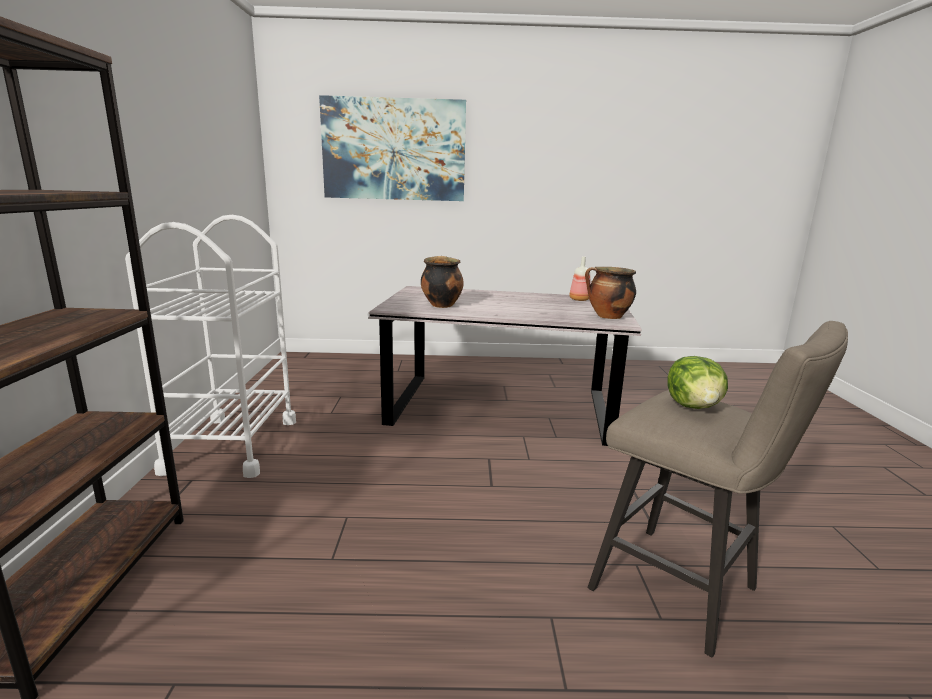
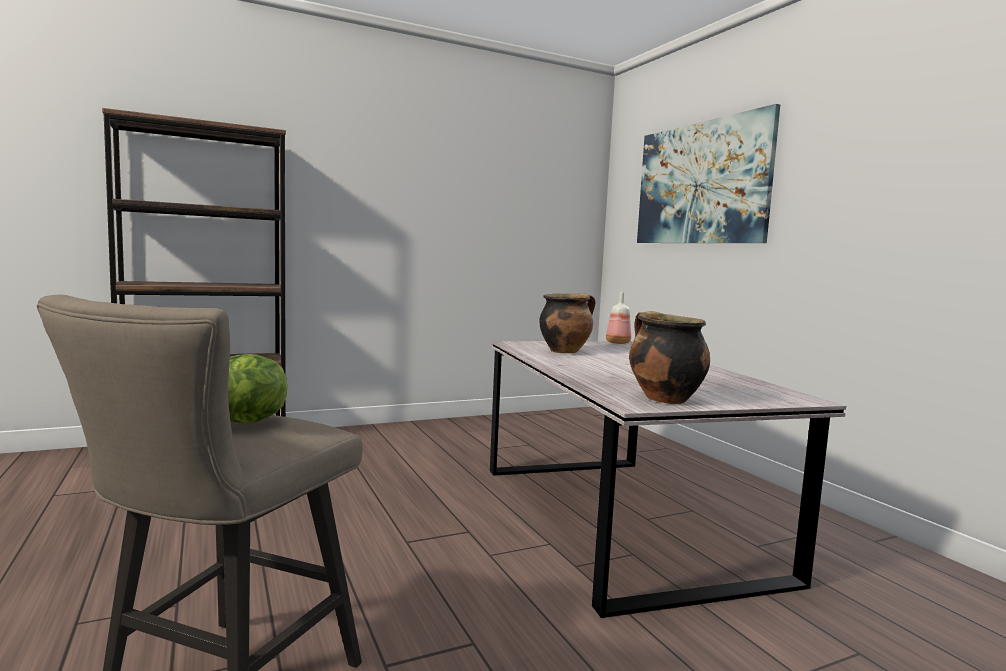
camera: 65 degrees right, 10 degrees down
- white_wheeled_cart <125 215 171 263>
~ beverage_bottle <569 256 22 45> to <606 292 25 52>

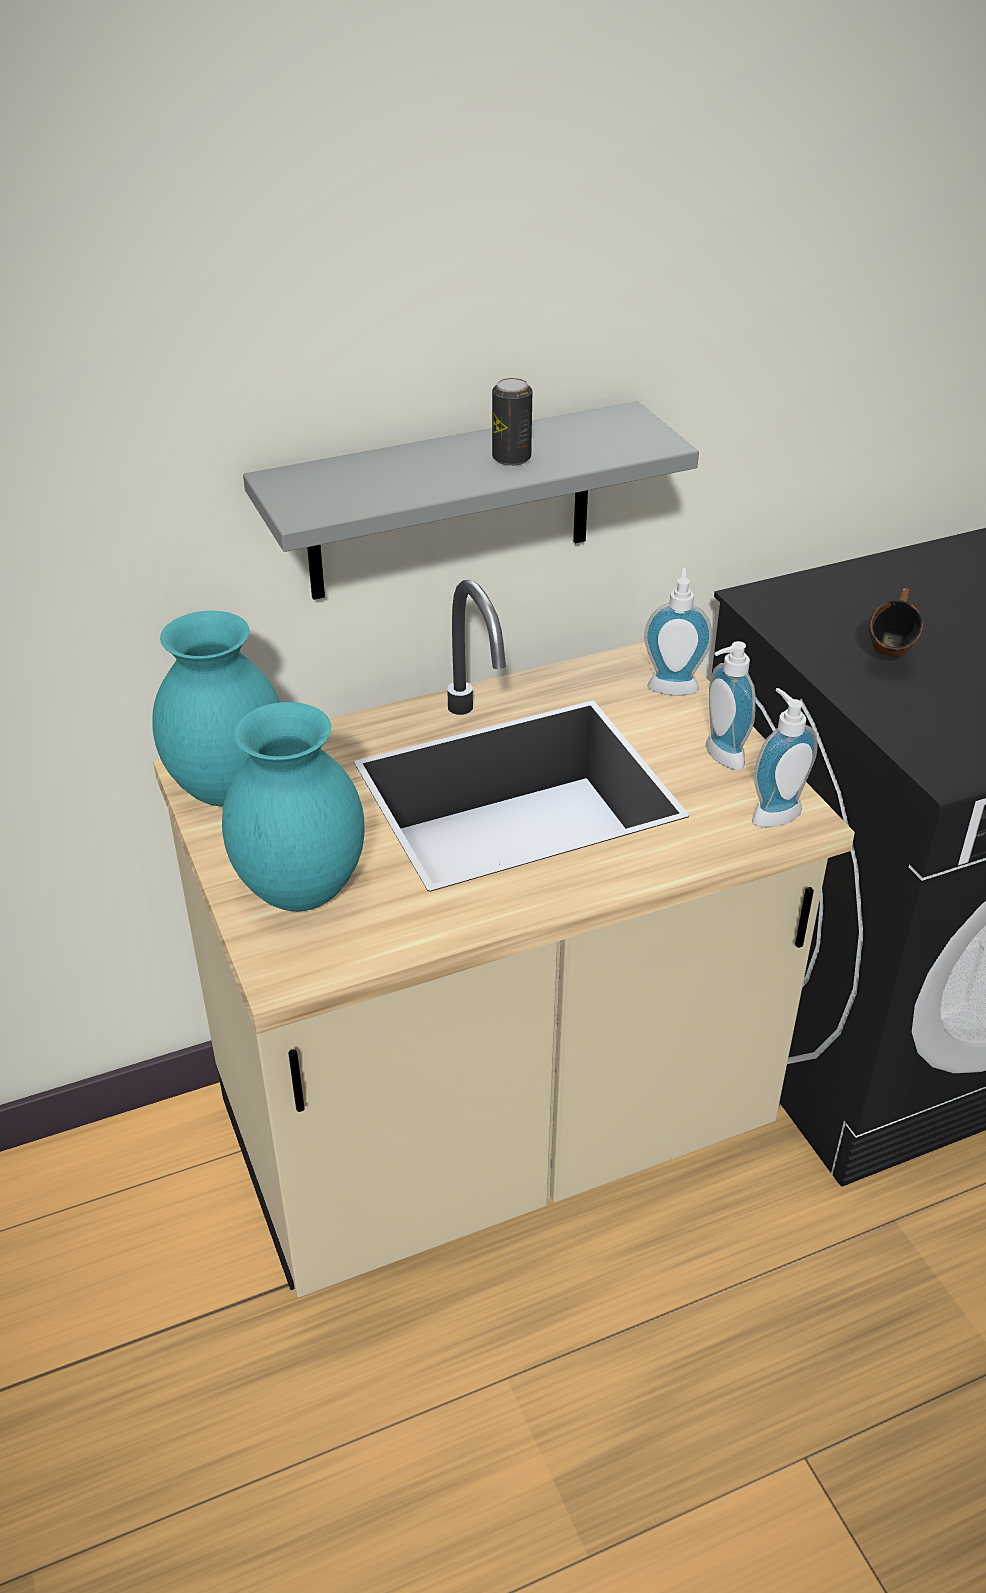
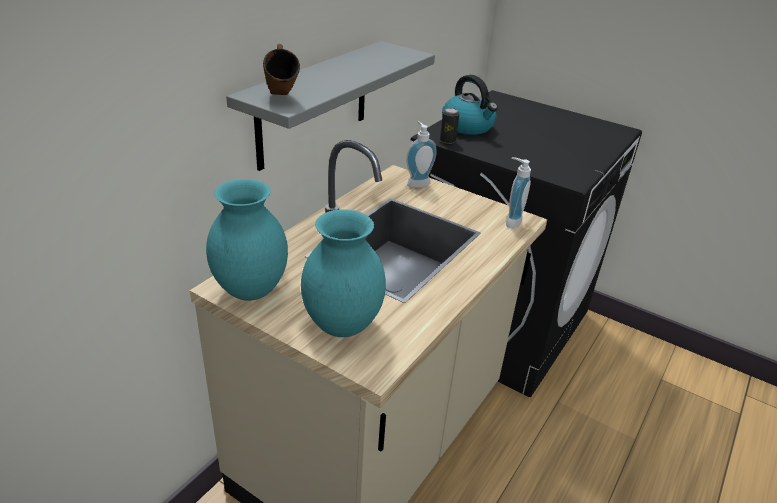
camera: 35 degrees left, 5 degrees down
~ sealed_can <492 378 41 88> to <440 108 20 36>
~ brown_mug <869 588 54 70> to <263 44 37 51>
- liquid_soap_bottle <705 641 51 129>
+ tea_kettle <442 75 56 60>

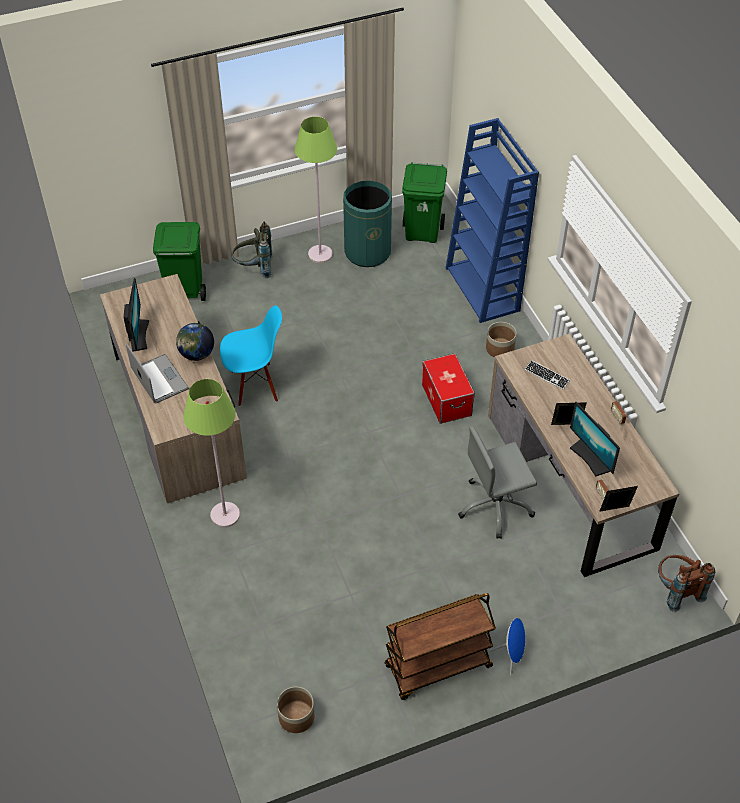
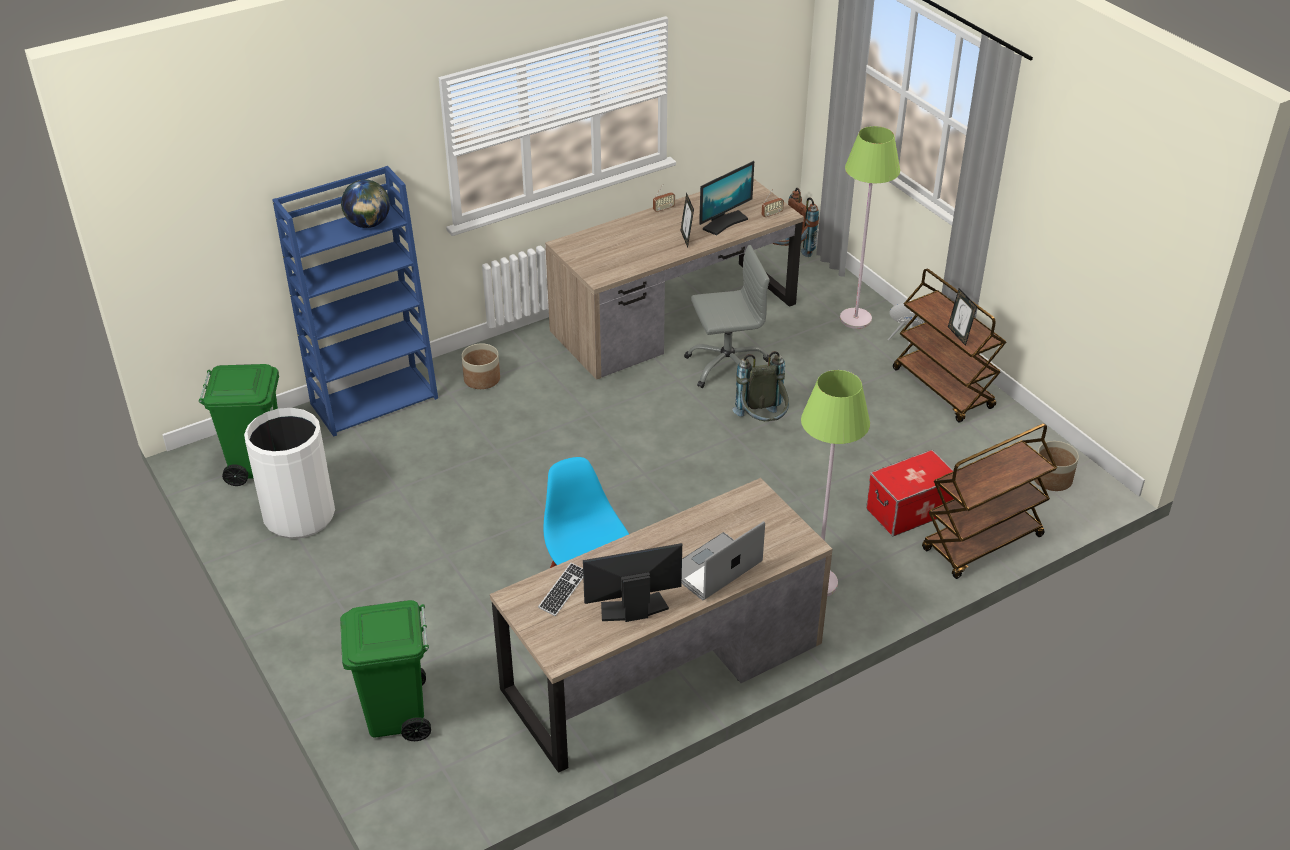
camera: 100 degrees left, 10 degrees down
~ green-coloured_standard_lamp <295 116 42 147> to <840 126 60 203>
~ green-coloured_trash_can <343 181 49 86> to white_trash_can <244 408 91 131>
~ grey_knapsack <231 222 41 56> to <732 351 57 70>
~ world_globe <176 323 38 38> to <341 180 49 48>
~ storage_box <422 353 53 71> to <866 450 88 87>
~ computer_keyboard <525 360 45 30> to <538 563 45 53>
~ grey_office_chair <458 426 79 113> = <684 245 87 143> 75 degrees counterclockwise
~ standing_frame <599 486 39 26> to <948 288 29 58>
+ brown_wheeled_cart <922 424 135 155>

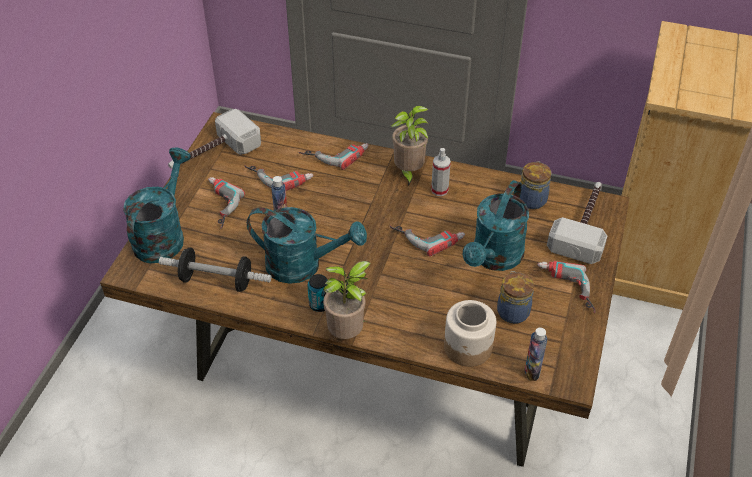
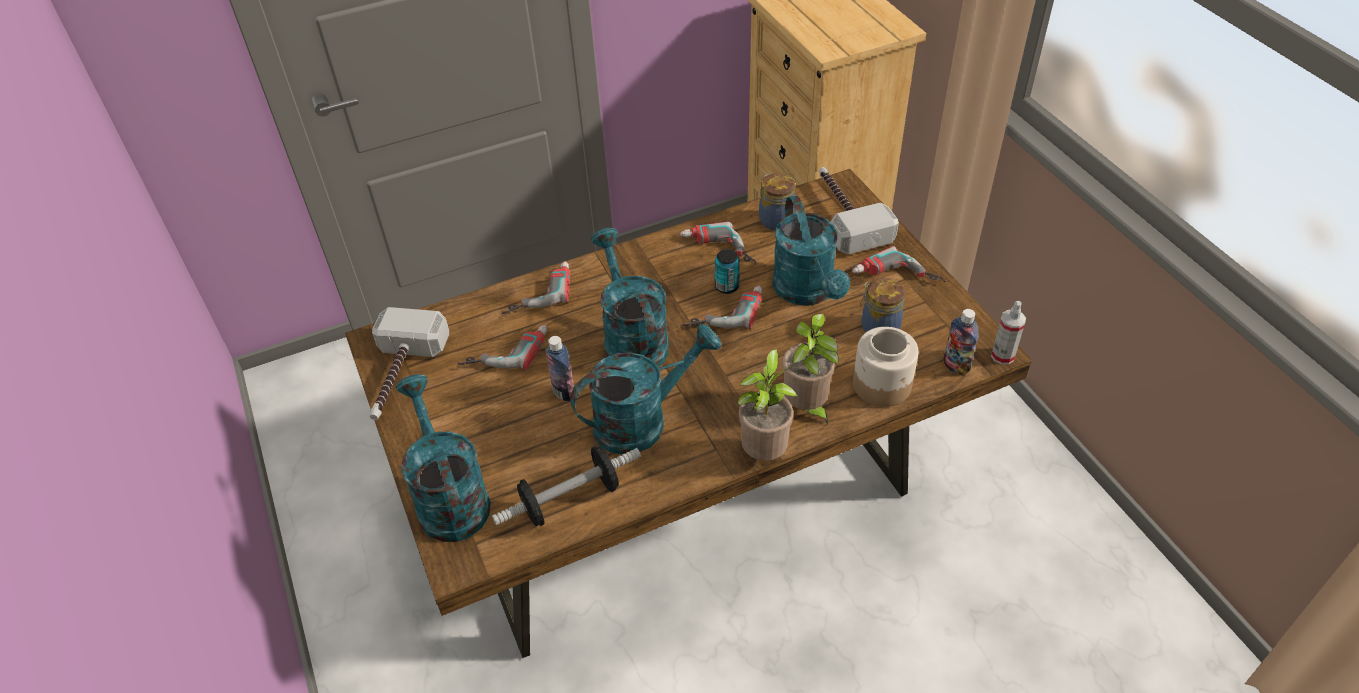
camera: 40 degrees left, 0 degrees up
~ potted_plant <391 106 38 80> to <782 314 57 111>
~ sprayer <431 148 20 48> to <991 301 35 64>
~ power_drill <208 177 37 52> to <680 221 76 44>
~ sealed_can <307 274 20 38> to <715 249 25 45>
+ blue-green_watering_pot <591 228 78 139>

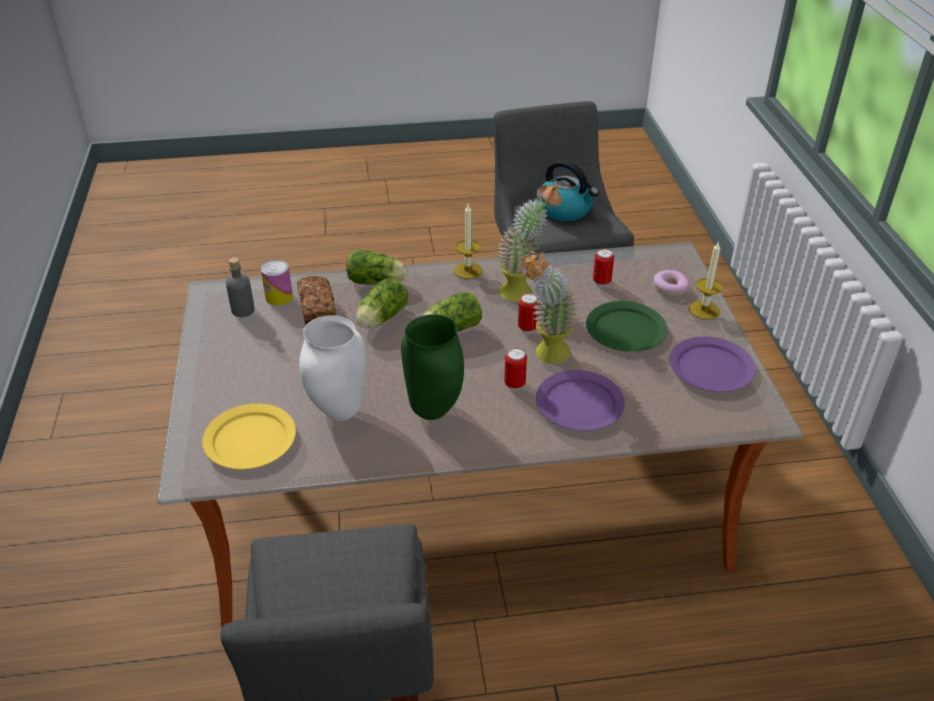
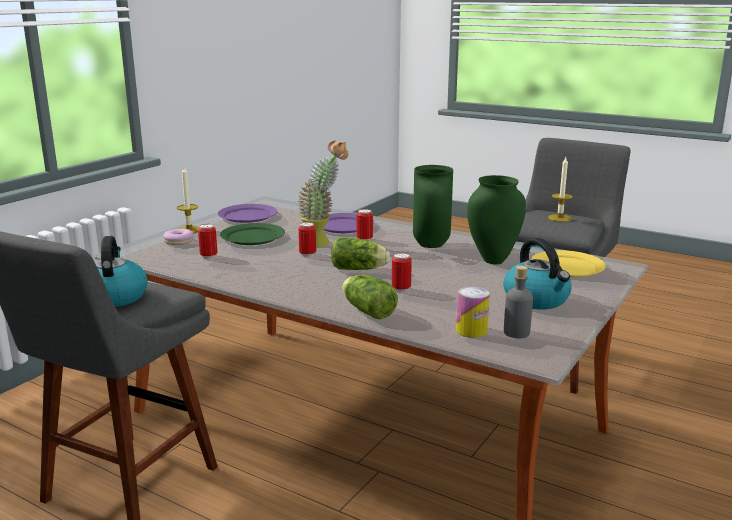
camera: 140 degrees left, 20 degrees down
- potted_plant <497 184 65 118>
~ candle <454 204 29 75> to <548 157 24 65>
- bread <297 276 40 49>
~ head_of_lettuce <356 279 52 49> to sealed_can <392 253 20 40>
~ white_vase <299 315 67 106> to green-coloured_vase <467 175 59 90>
+ tea_kettle <504 238 68 72>

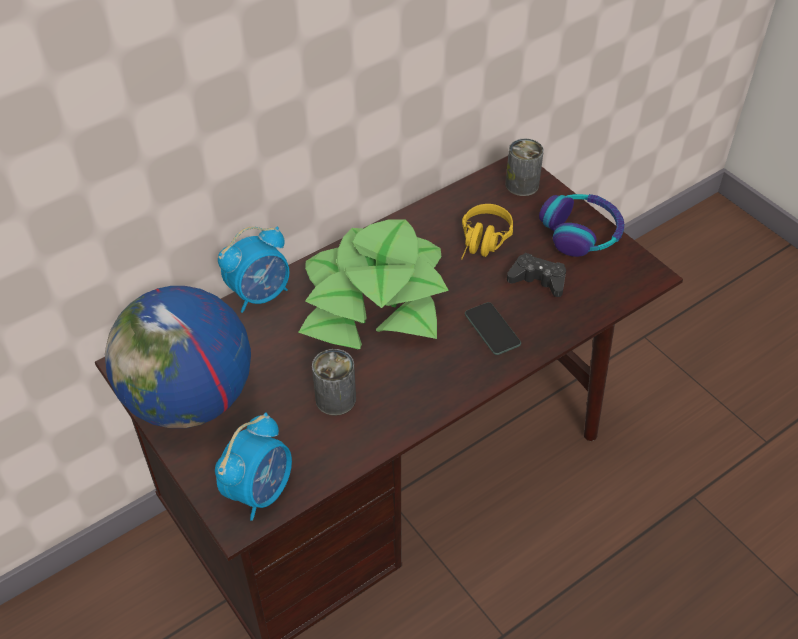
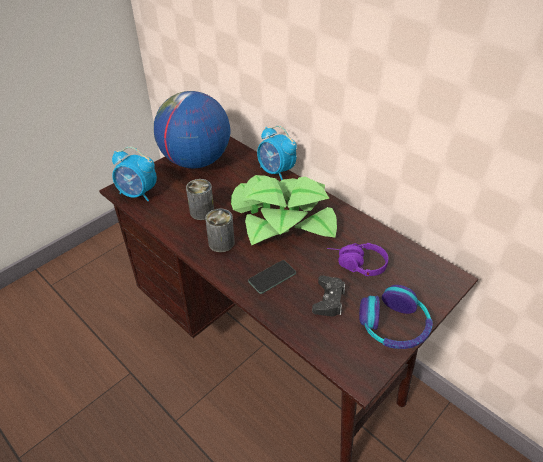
camera: 80 degrees right, 5 degrees down
~ sealed_can <505 139 39 57> to <205 209 29 43>
~ yellow_headset <461 204 52 55> to purple-coloured_headset <327 243 61 33>

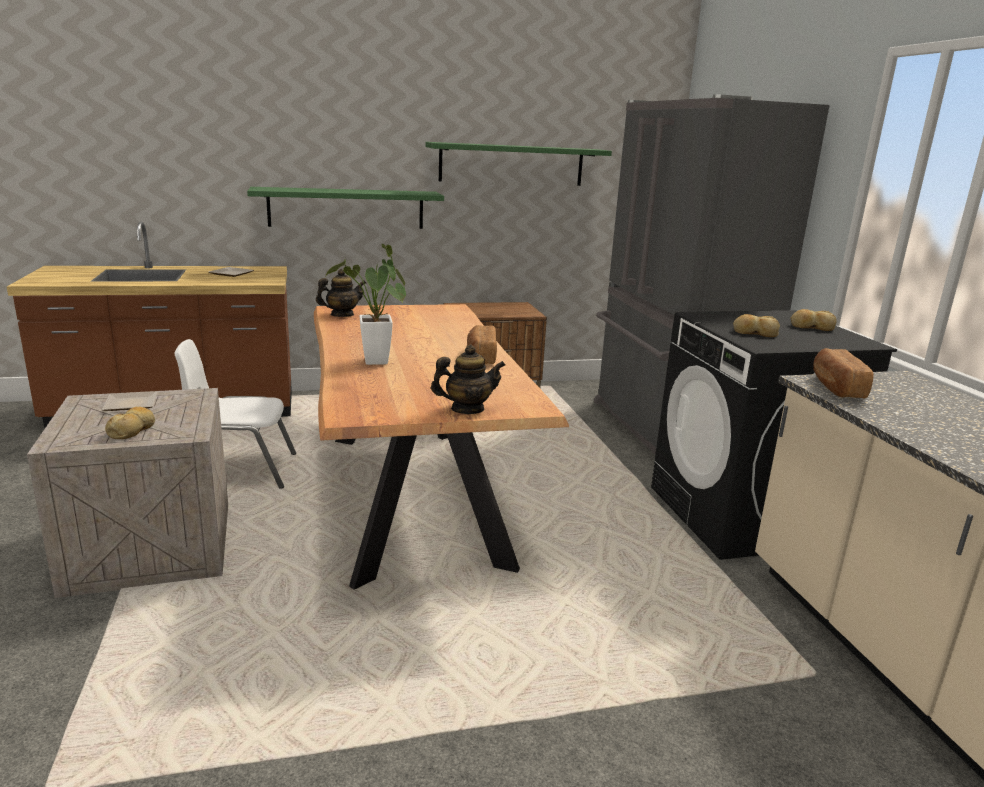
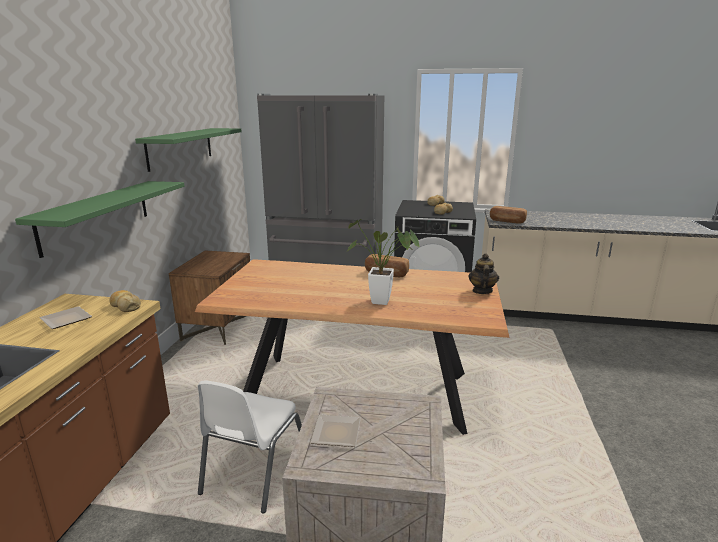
camera: 65 degrees left, 0 degrees up
- teapot <316 269 50 48>
~ bread <105 407 50 32> to <109 290 32 22>

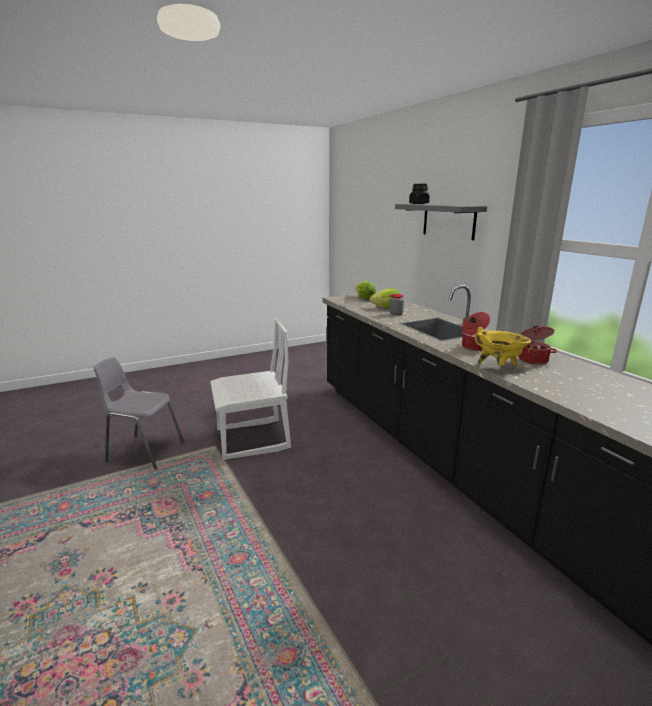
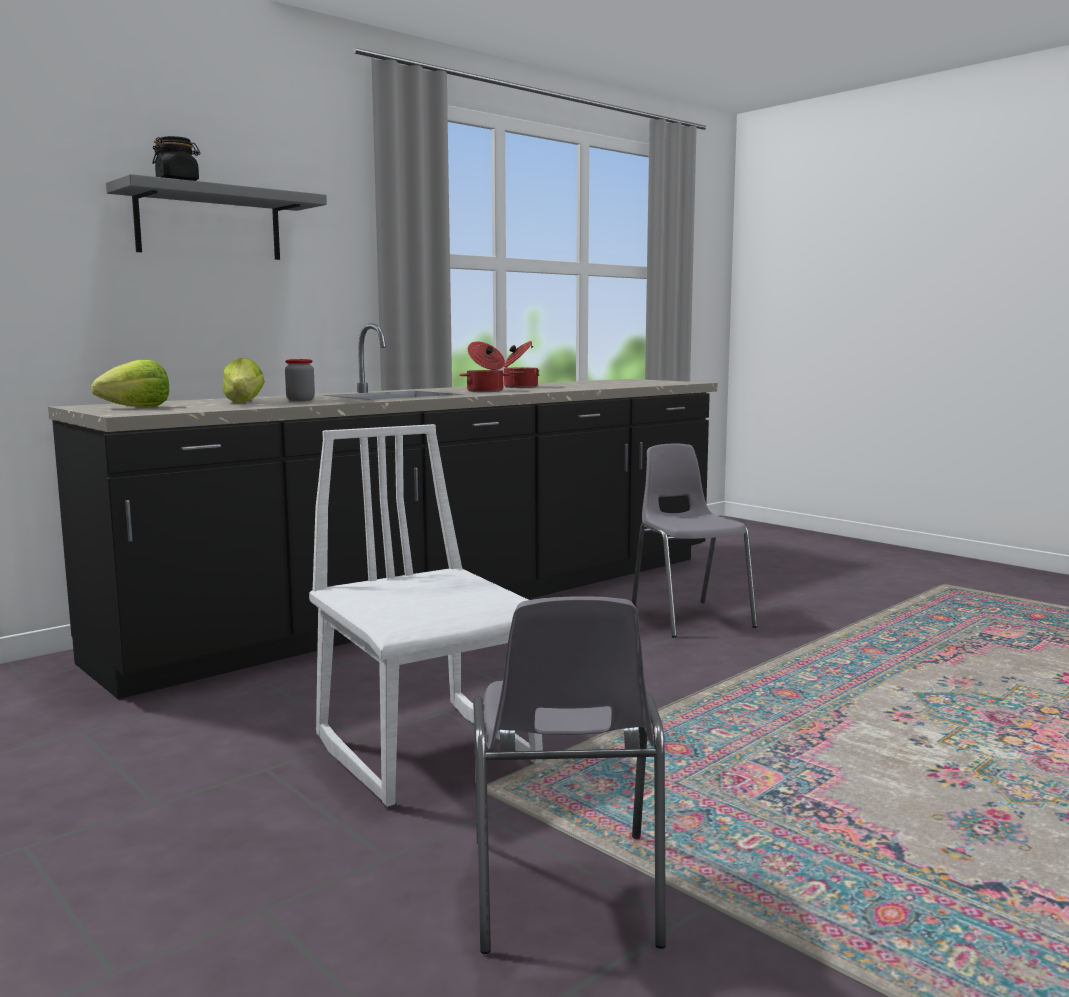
camera: 105 degrees left, 10 degrees down
- yellow_cooking_pot <474 327 57 39>
+ grey_chair <632 444 125 193>

